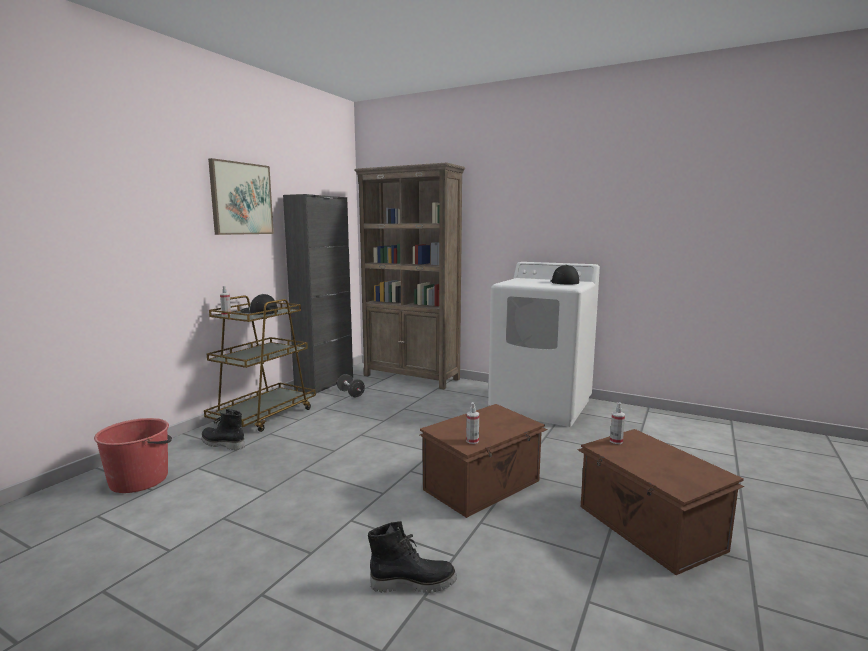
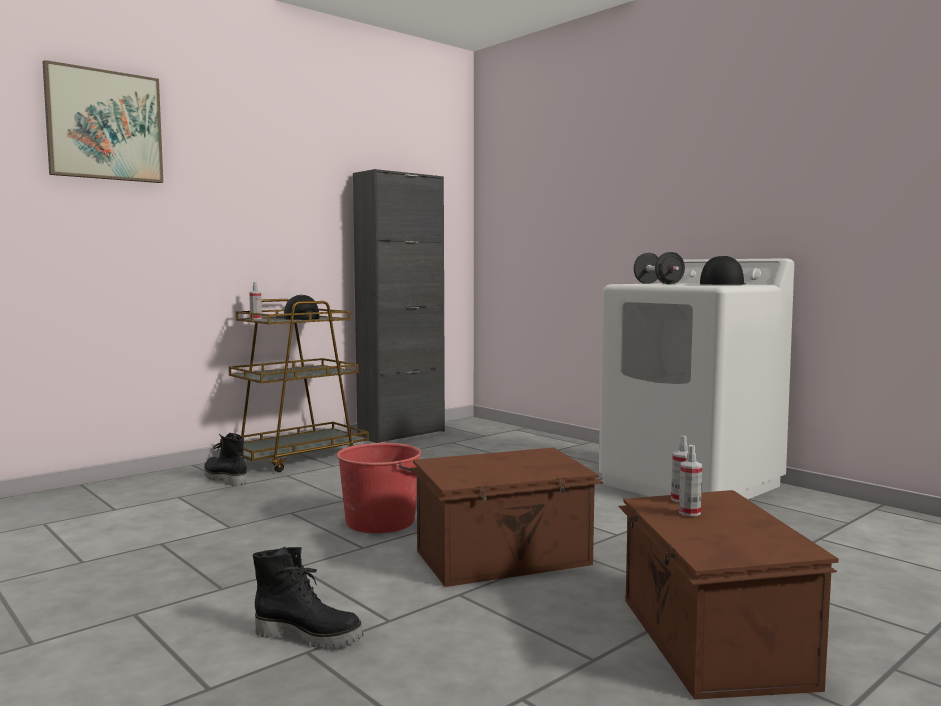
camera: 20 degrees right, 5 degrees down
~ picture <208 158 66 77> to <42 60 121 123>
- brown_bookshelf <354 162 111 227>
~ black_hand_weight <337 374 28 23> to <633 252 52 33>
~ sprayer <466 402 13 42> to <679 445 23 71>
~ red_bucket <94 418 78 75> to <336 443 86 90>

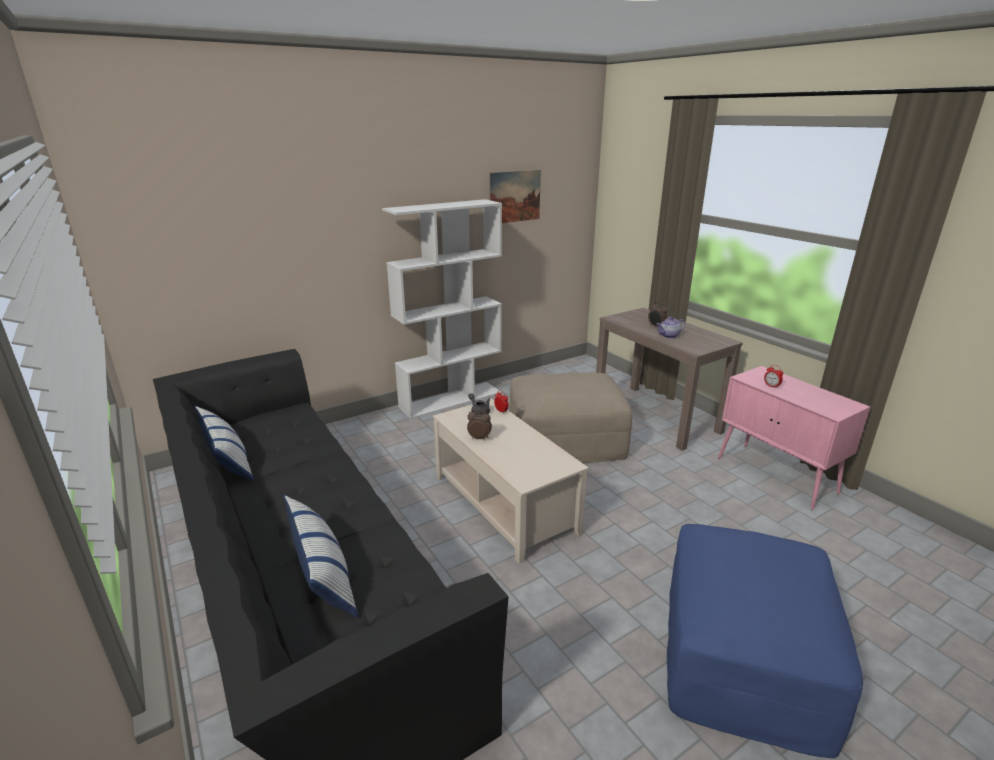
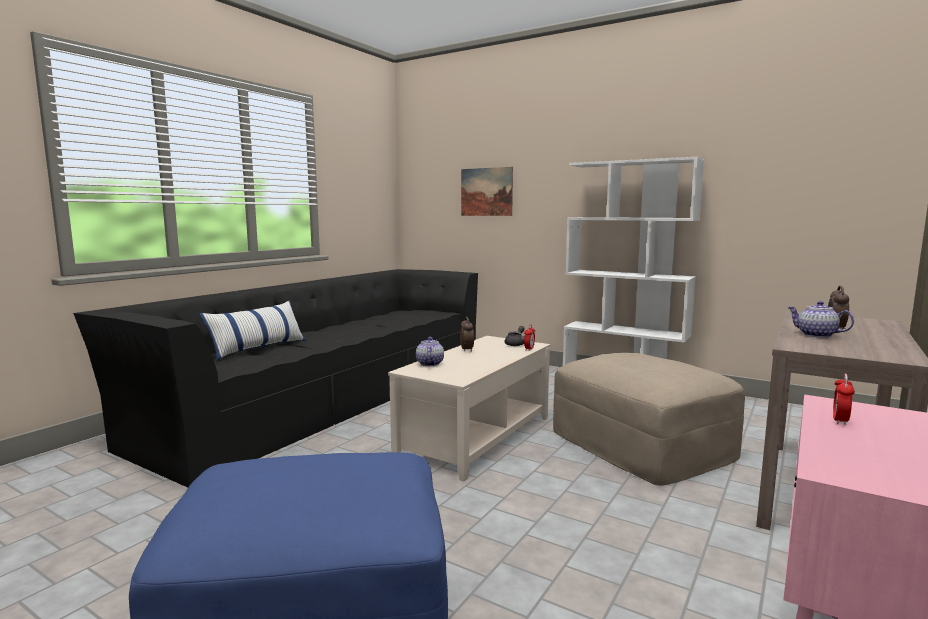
camera: 65 degrees right, 15 degrees down
~ picture <489 170 52 53> to <461 167 52 49>
- pillow <195 406 59 75>
+ teapot <416 337 28 29>

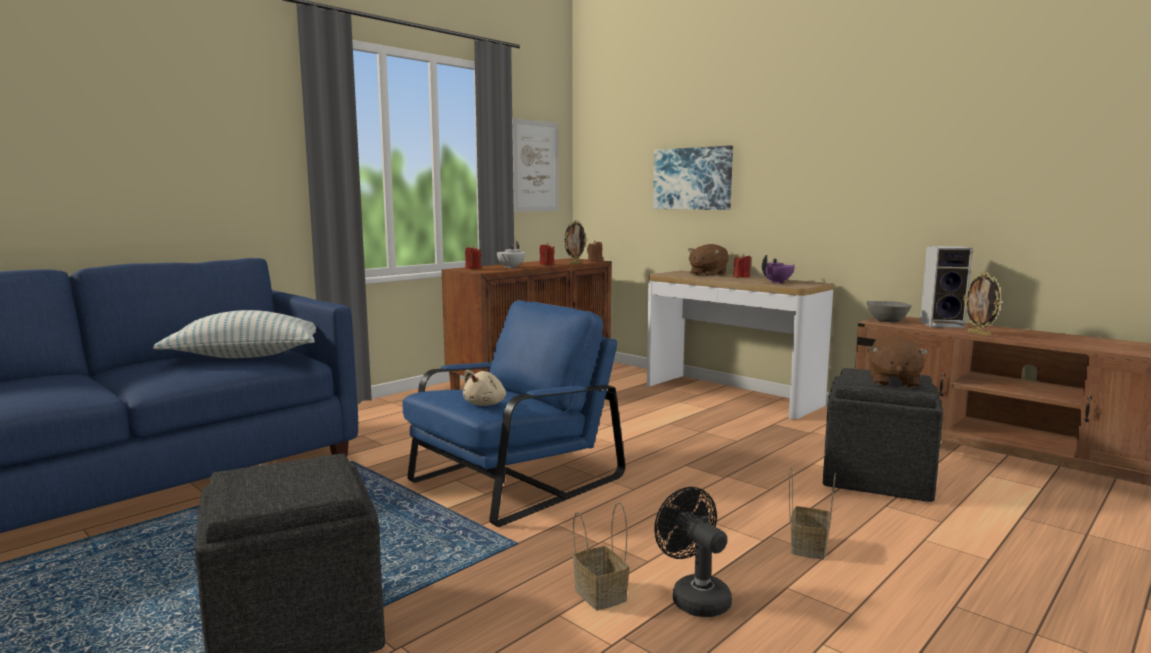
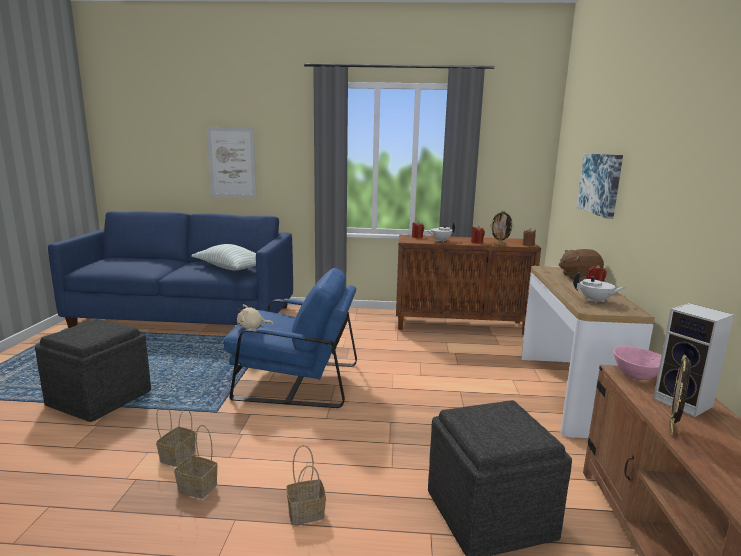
camera: 50 degrees right, 5 degrees up
~ picture <512 118 46 94> to <206 127 51 71>
~ purple-coloured_teapot <762 255 33 28> to white_teapot <573 272 53 31>
~ grey_bowl <866 301 46 21> to pink-coloured_bowl <614 346 48 34>
- brown_cuddly_toy <869 336 60 52>
~ black_electric_fan <654 487 78 130> to storage_basket <174 425 44 74>

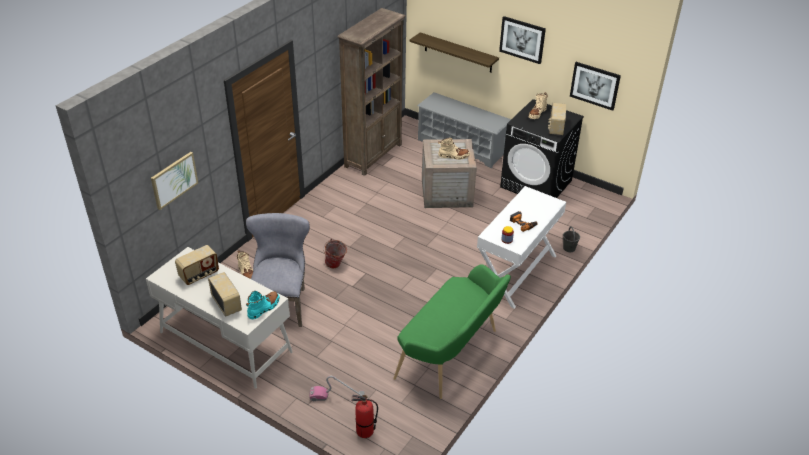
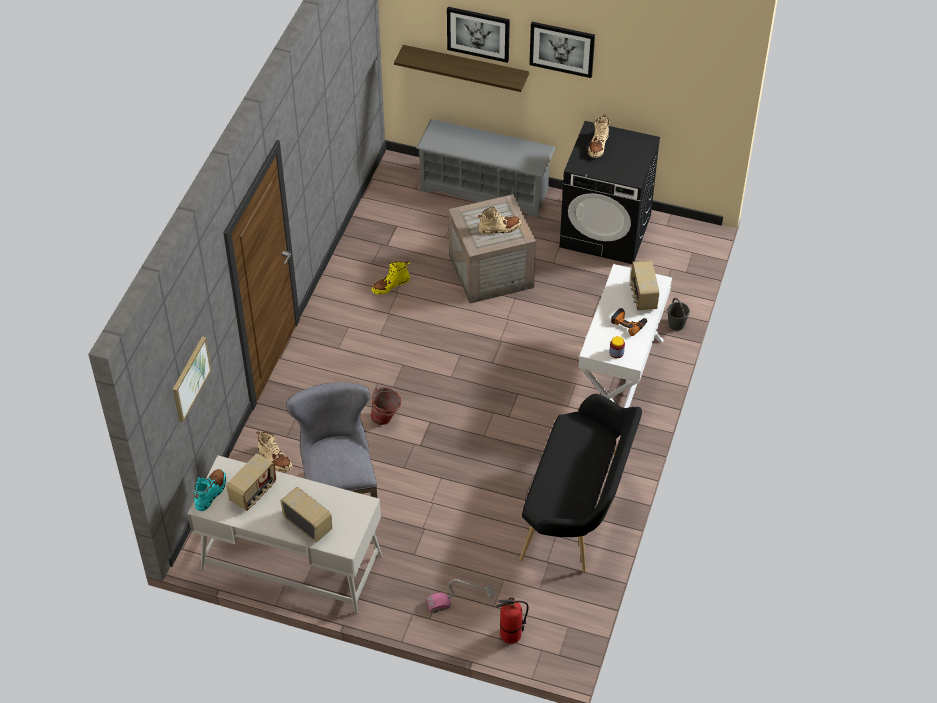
camera: 15 degrees left, 10 degrees up
- brown_bookshelf <338 8 68 168>
~ picture <570 62 51 49> to <447 7 63 56>
~ radio_set <548 103 18 32> to <630 260 29 50>
~ green-coloured_long_seat <393 264 118 135> to black_long_seat <519 394 123 179>
~ blue-green_tall_boot <246 291 34 28> to <194 469 32 42>
+ yellow_tall_boot <372 261 38 34>

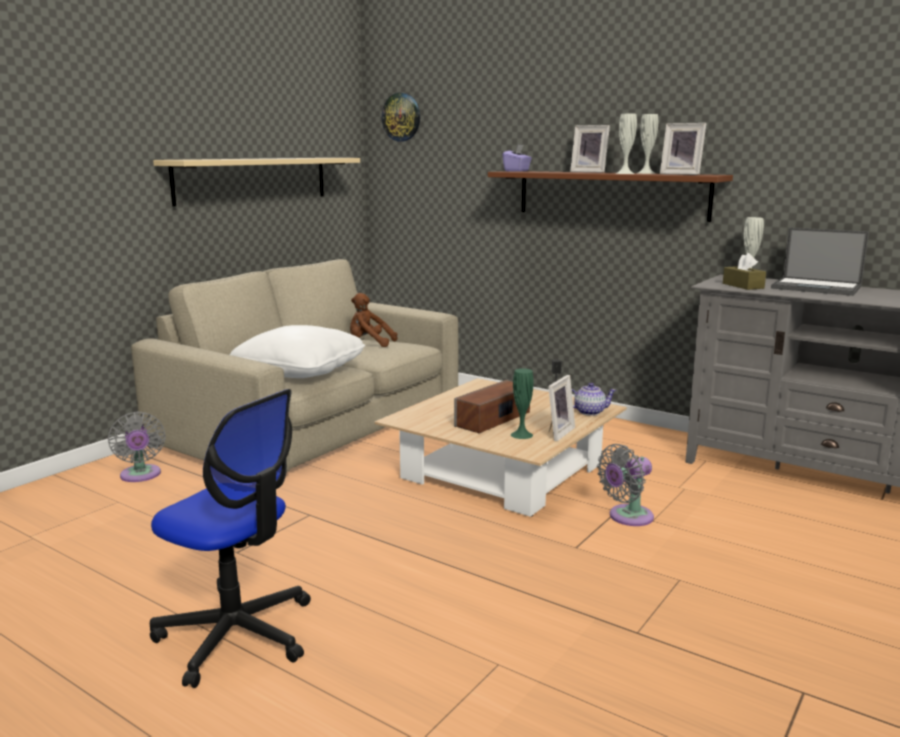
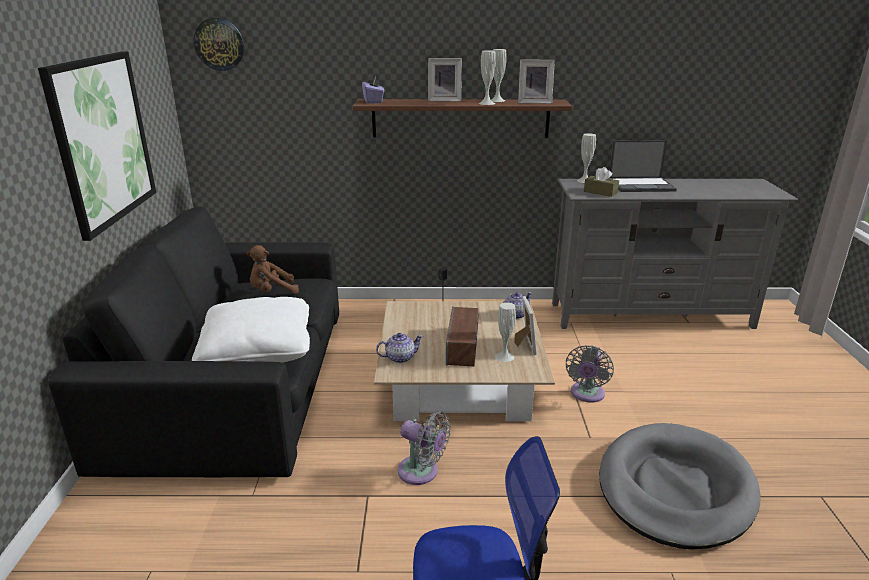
camera: 35 degrees left, 10 degrees up
~ sand-coloured_shelf <153 158 207 49> to picture <38 52 118 189>
~ sand-coloured_settee <131 259 327 213> to black_settee <48 207 291 270>
~ green-coloured_vase <511 368 23 71> to white_vase <495 302 21 60>
~ grey_electric_fan <108 412 58 70> to <398 411 53 74>
+ teapot <376 333 47 30>
+ grey_dog_cushion <599 423 162 127>

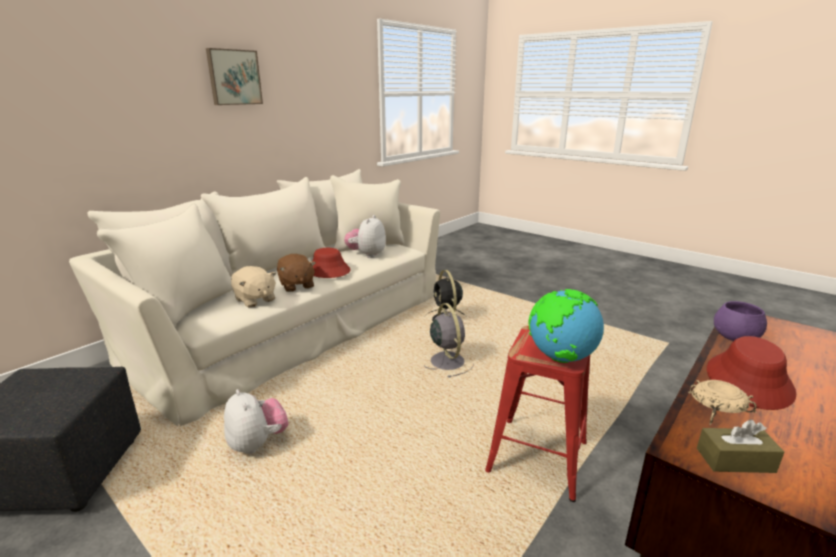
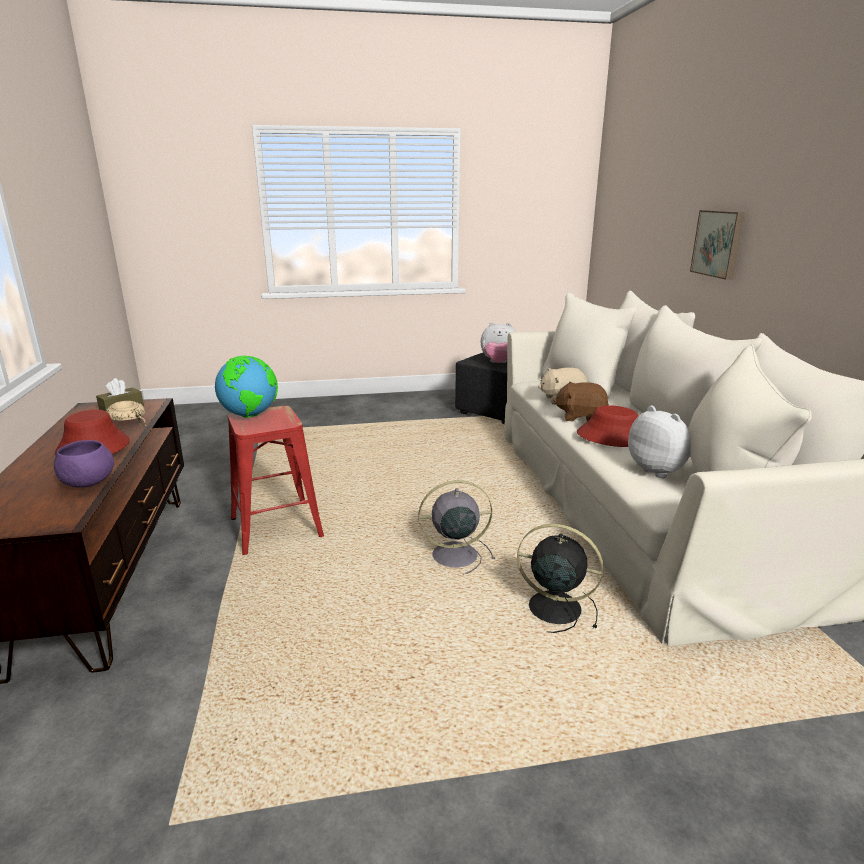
camera: 130 degrees right, 0 degrees up
~ picture <206 48 57 57> to <690 210 55 70>
~ grey_electric_fan <423 303 51 75> = <418 480 77 95> 150 degrees clockwise
~ cuddly_toy <224 389 65 65> to <480 322 36 41>

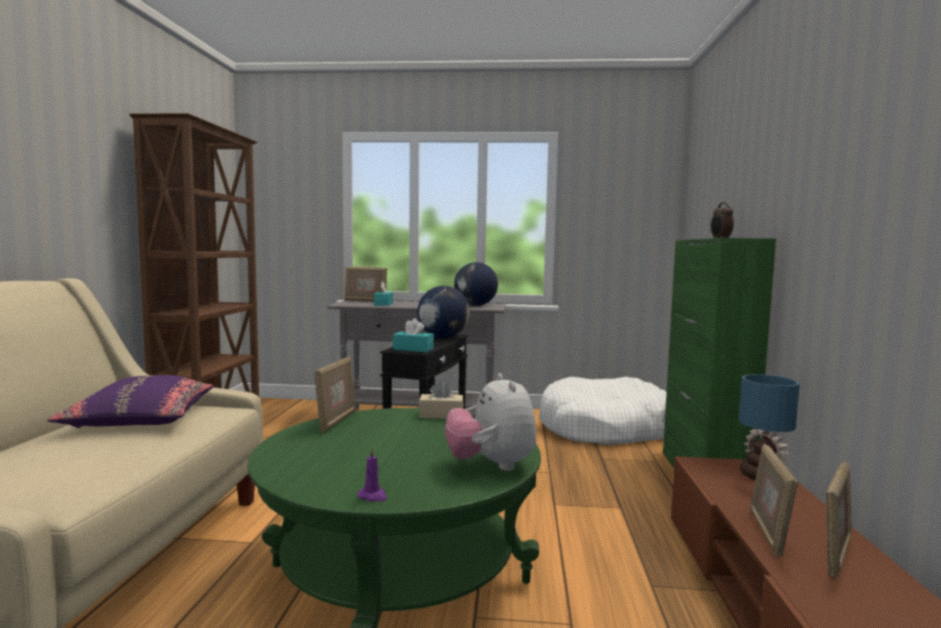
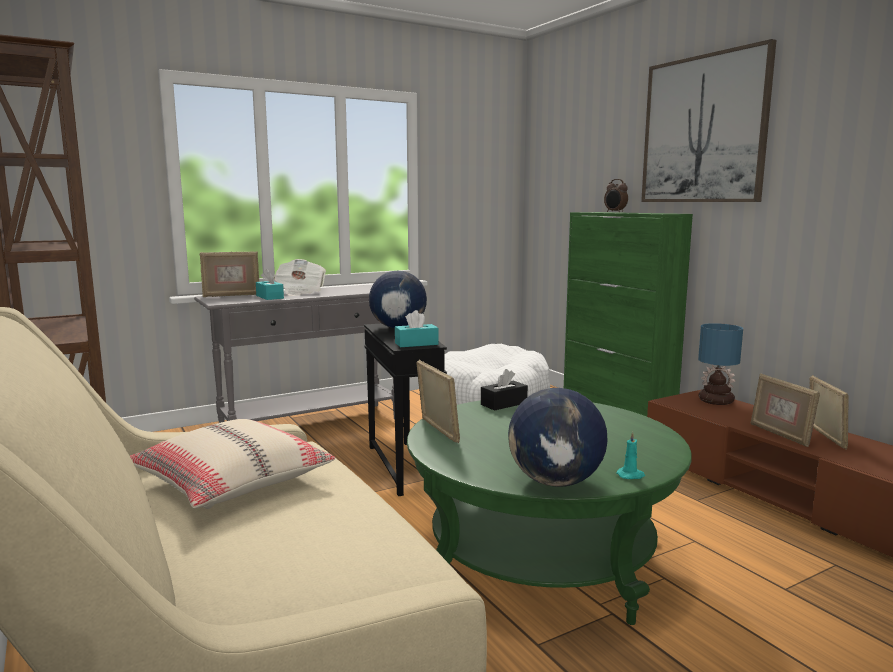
camera: 35 degrees left, 5 degrees up
~ world_globe <454 262 44 44> to <508 388 99 99>
- cuddly_toy <445 373 91 98>
~ purple-coloured_pillow <47 375 167 53> to sand-coloured_pillow <130 419 205 90>
~ sand-coloured_tissue_holder <419 380 44 39> to black_tissue_holder <481 369 47 42>
~ purple-coloured_candle <357 448 30 54> to blue-green_candle <617 432 28 47>
+ picture <641 39 136 163>
+ daily_paper <273 259 53 37>

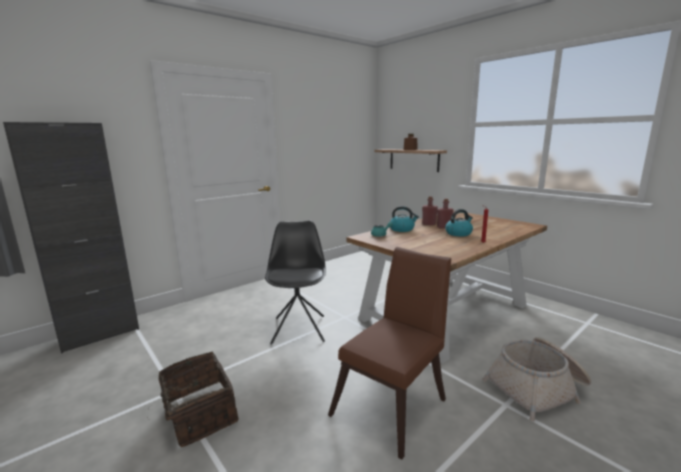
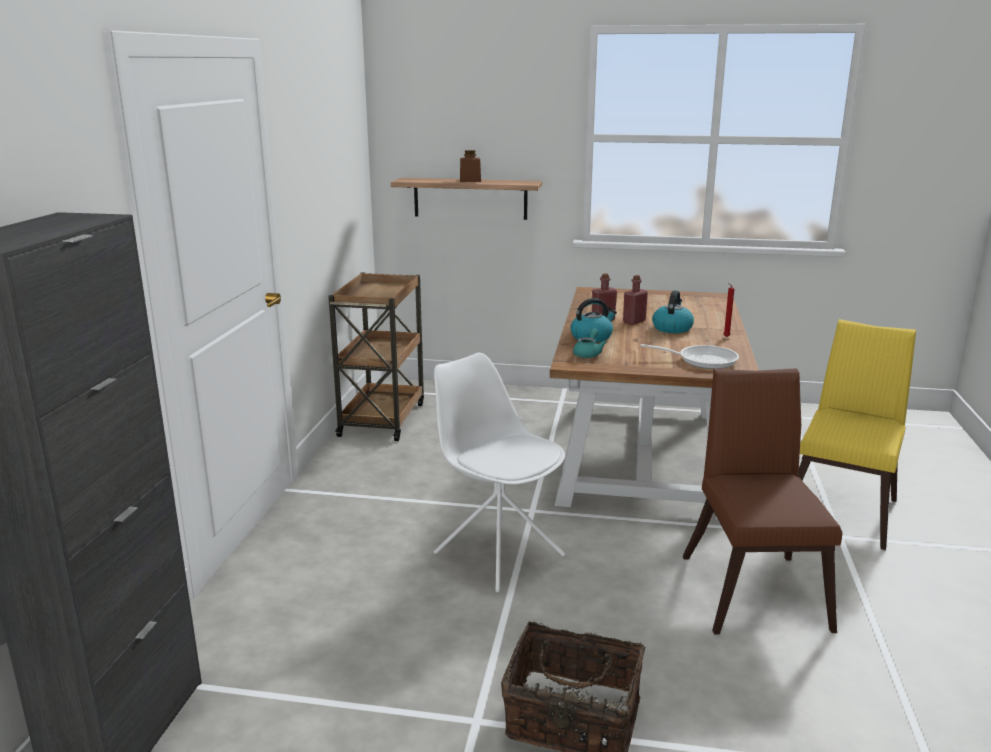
camera: 40 degrees left, 5 degrees up
~ black_chair <265 220 61 124> to white_chair <434 353 132 240>
~ storage_basket <482 337 109 85> to yellow_chair <798 319 118 231>
+ brown_wheeled_cart <328 272 96 169>
+ pan <641 344 98 25>

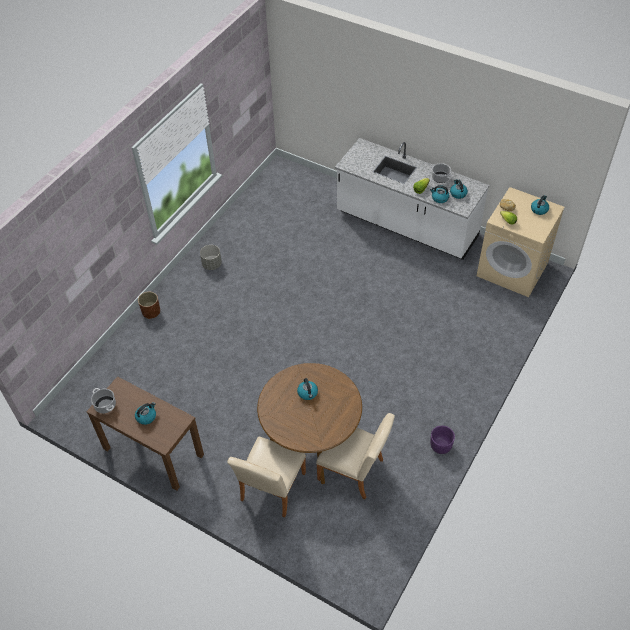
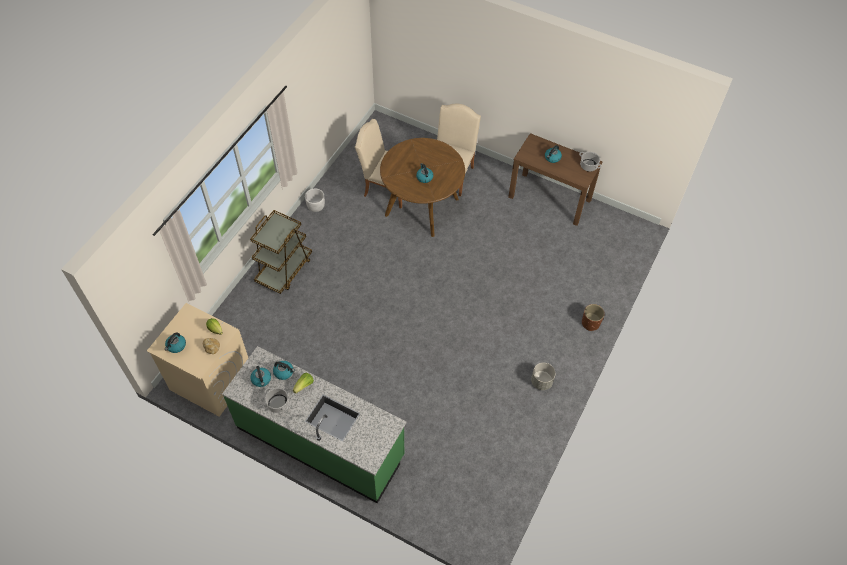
camera: 175 degrees right, 5 degrees up
~ white_kitchen_base_unit <335 138 154 122> to green-coloured_kitchen_base_unit <222 346 185 157>
~ purple-coloured_planter <430 426 25 28> to white_planter <305 189 20 23>
+ brown_wheeled_cart <250 210 62 84>

